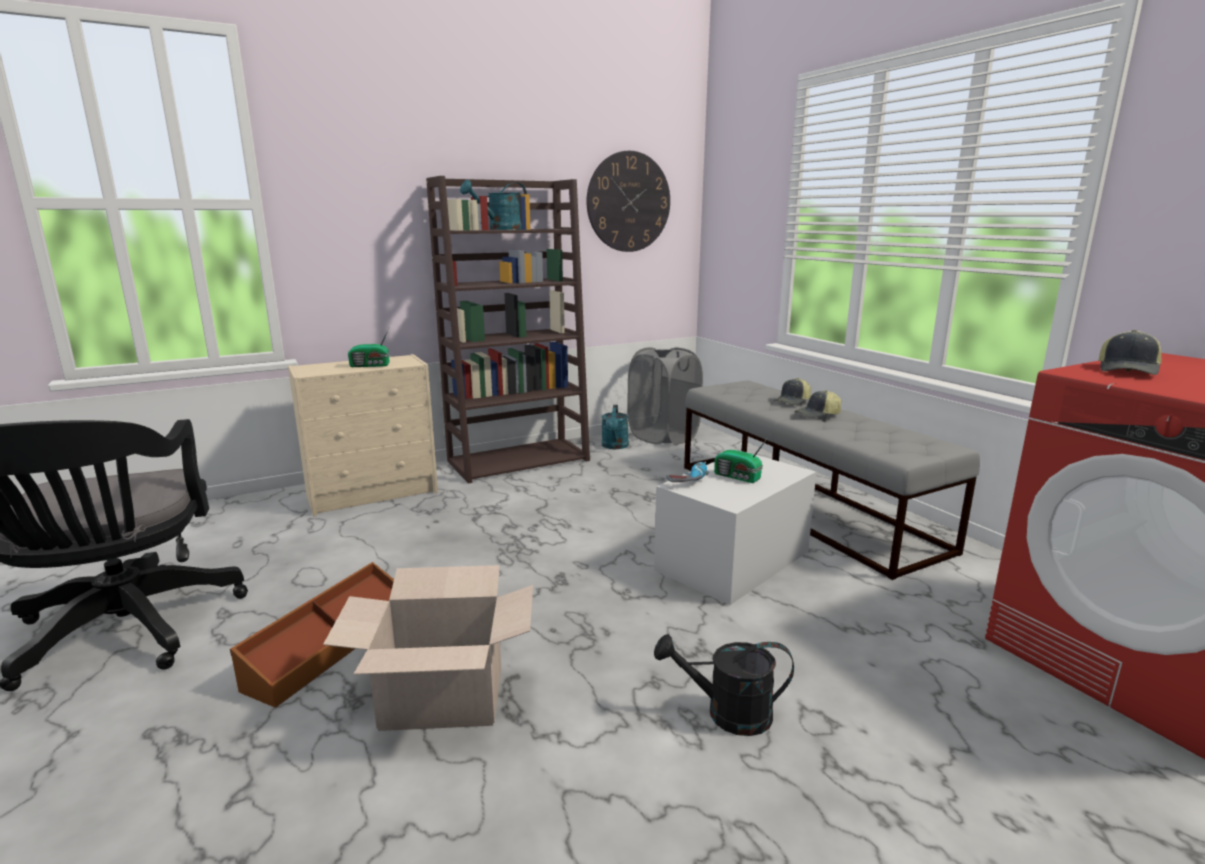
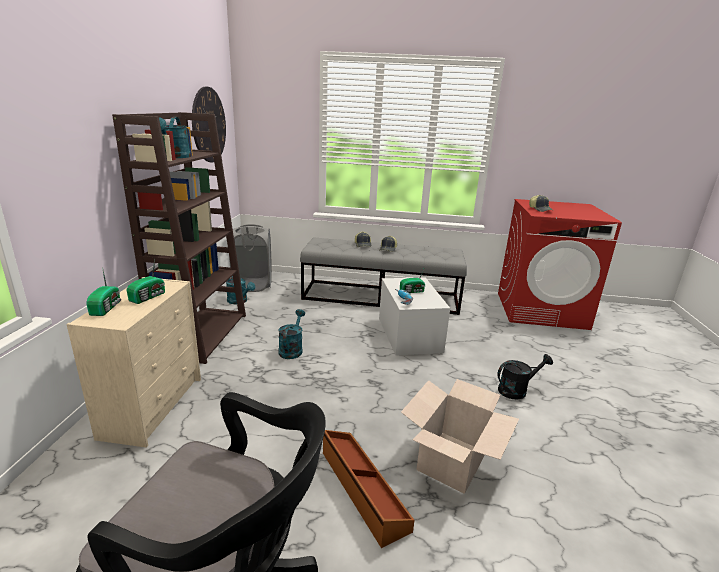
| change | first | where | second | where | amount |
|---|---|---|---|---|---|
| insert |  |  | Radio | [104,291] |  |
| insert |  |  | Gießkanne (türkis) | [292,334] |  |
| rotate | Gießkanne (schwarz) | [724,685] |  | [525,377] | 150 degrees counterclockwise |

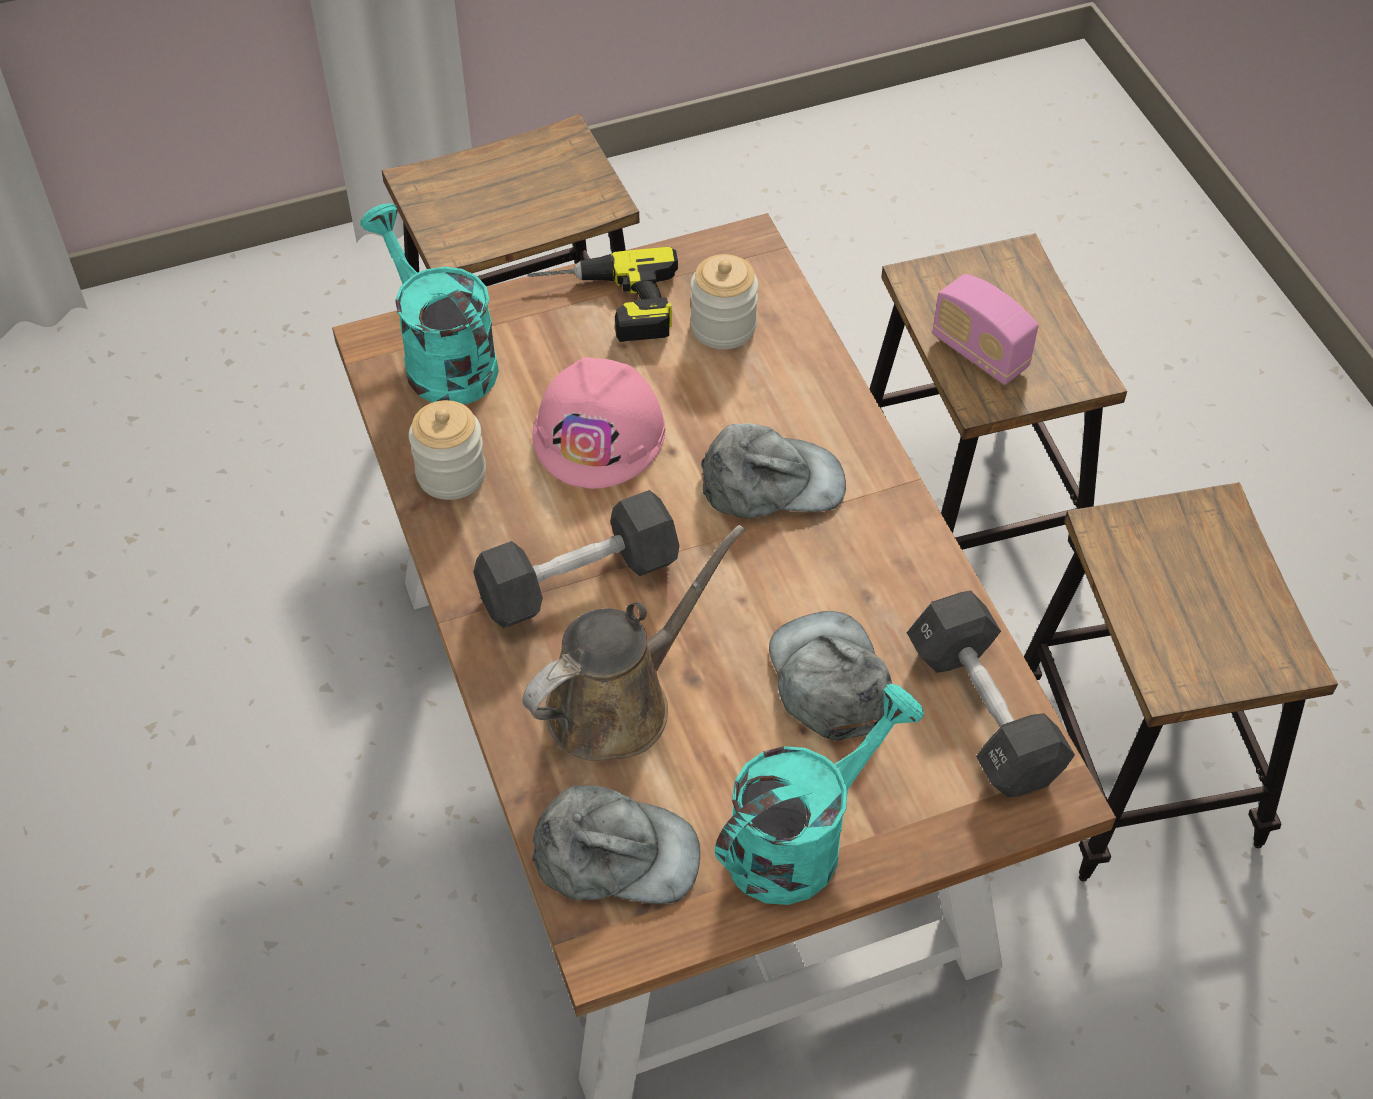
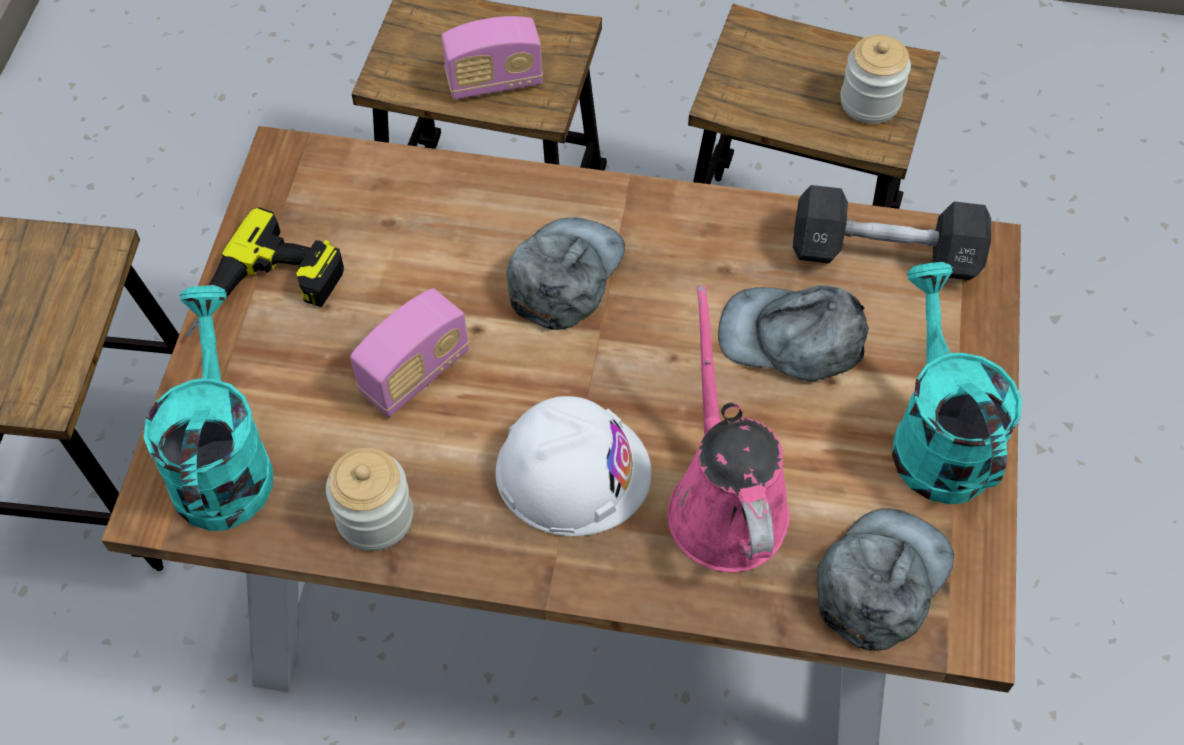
| change | first | where | second | where | amount |
|---|---|---|---|---|---|
| move | Vorratsglas | [724,301] |  | [875,79] |  |
| replace | Hantel (schwarz) | [576,559] | Schutzhelm (weiß) | [573,466] |  |
| replace | Schutzhelm (rosa) | [598,423] | Radio | [409,352] |  |
| recolor | Gießkanne (braun) | [633,643] | Gießkanne (rosa) | [729,429] |  |
| rotate | Gießkanne (türkis) | [429,304] |  | [208,408] | 90 degrees clockwise |

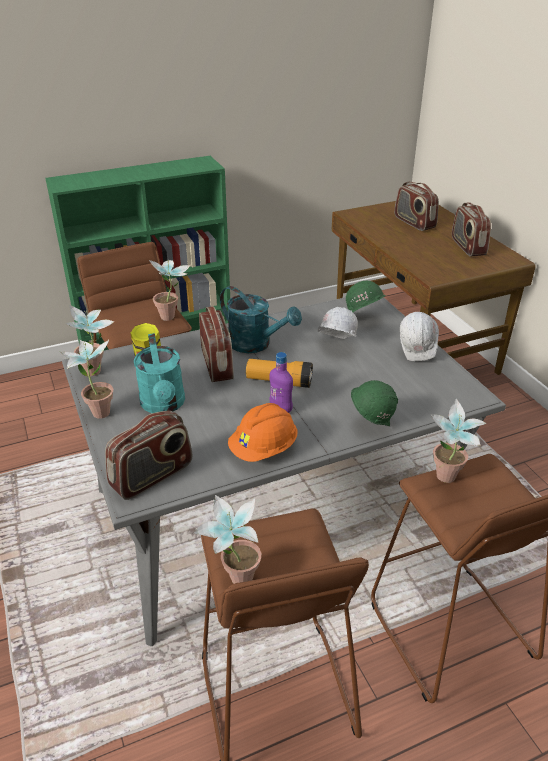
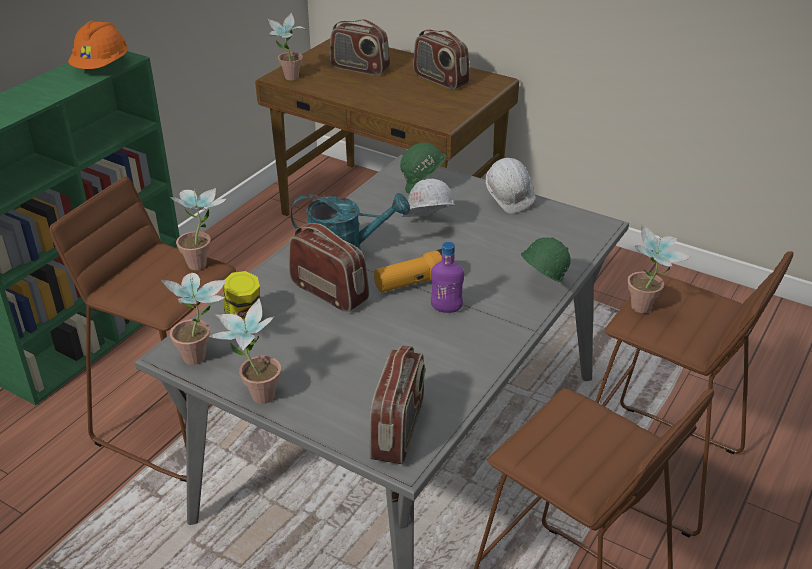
| change | first | where | second | where | amount |
|---|---|---|---|---|---|
| delete | Gießkanne (türkis) | [159,373] |  |  |  |
| move | Topfpflanze | [227,539] |  | [287,46] |  |
| move | Schutzhelm (orange) | [263,432] |  | [98,45] |  |

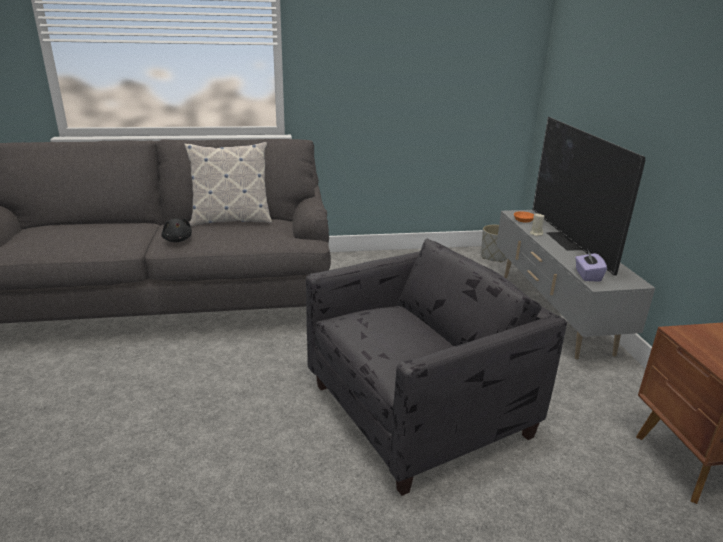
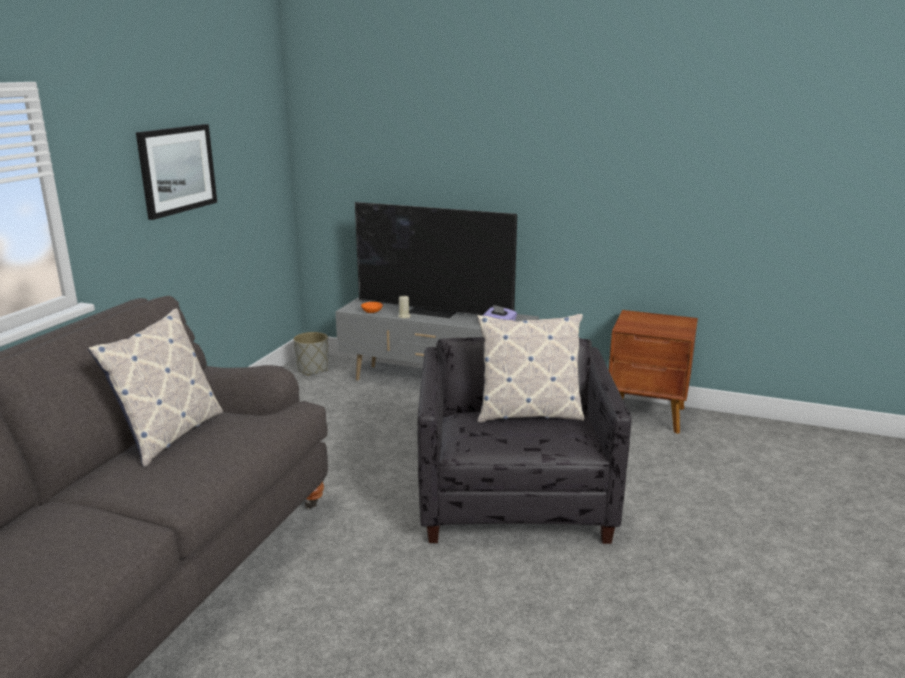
| change | first | where | second | where | amount |
|---|---|---|---|---|---|
| delete | Plüschtier (schwarz) | [176,230] |  |  |  |
| insert |  |  | Bild | [176,172] |  |
| insert |  |  | Kissen | [530,368] |  |

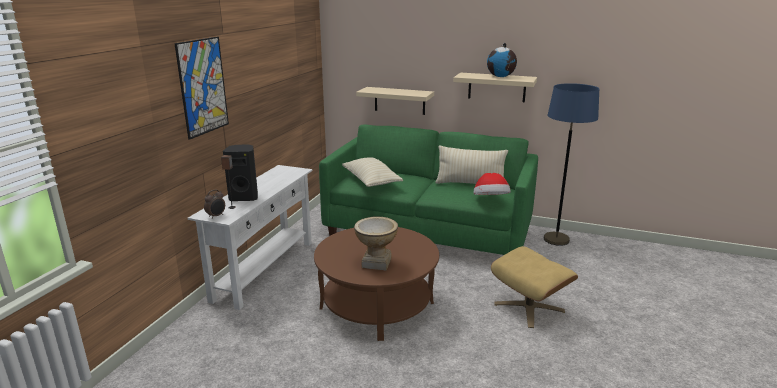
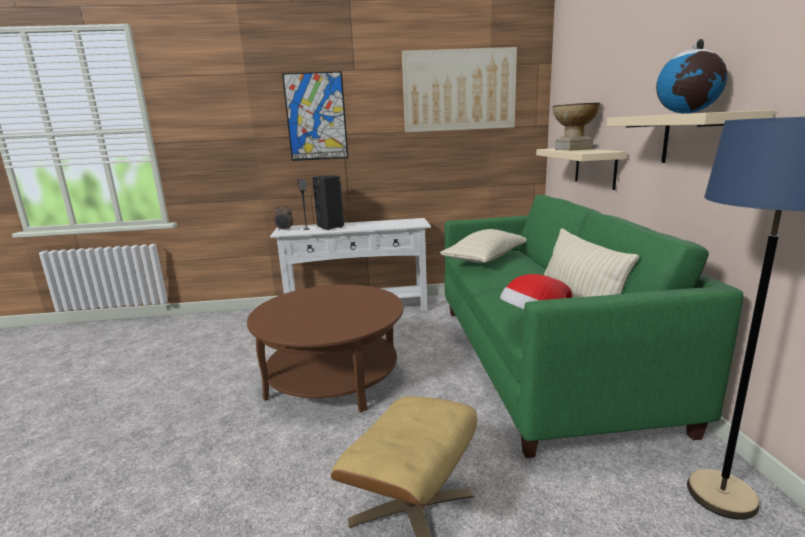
| change | first | where | second | where | amount |
|---|---|---|---|---|---|
| insert |  |  | Bild | [459,90] |  |
| move | Vase | [376,244] |  | [576,127] |  |

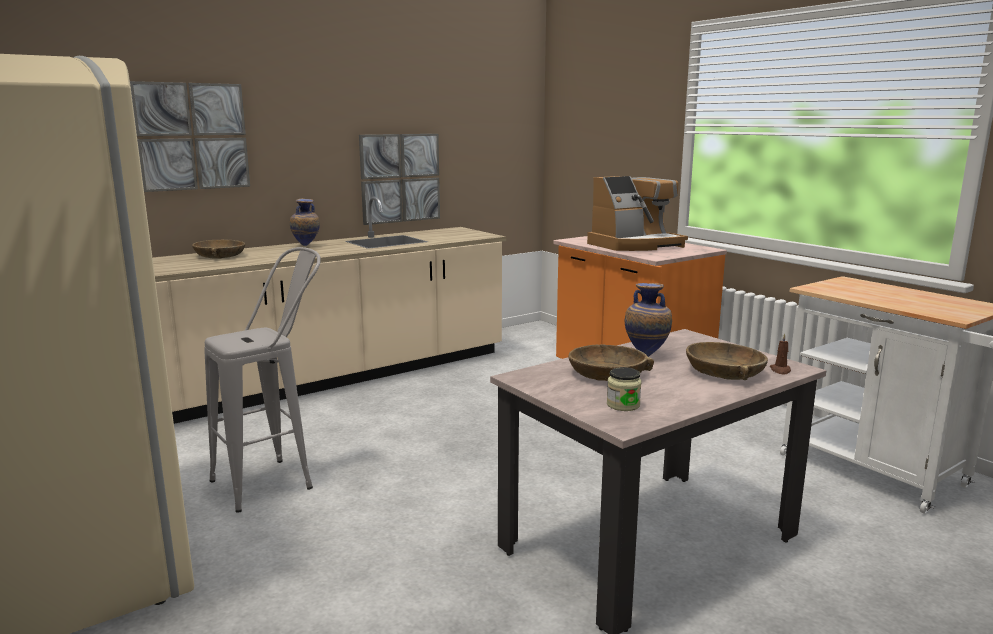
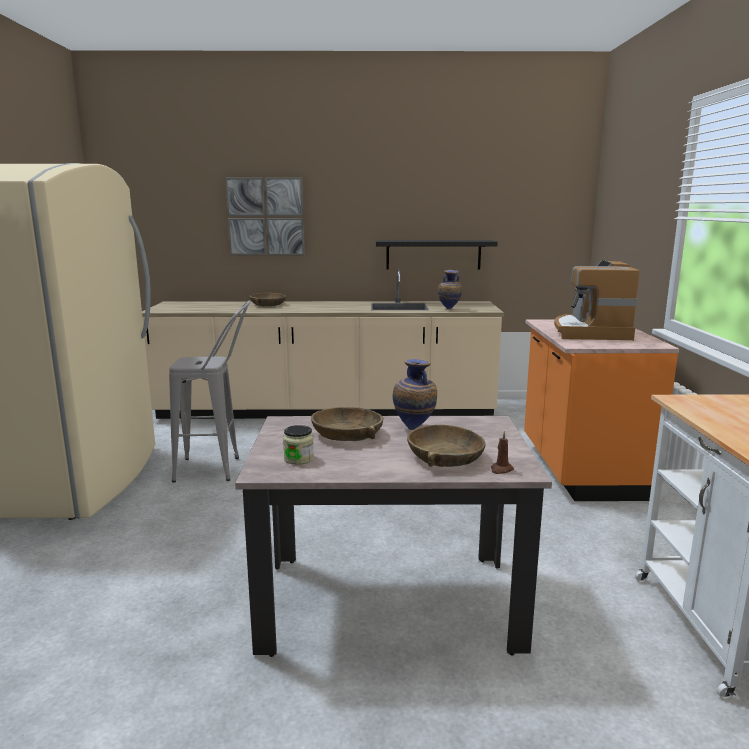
| change | first | where | second | where | amount |
|---|---|---|---|---|---|
| move | Vase | [305,222] |  | [450,289] |  |
| replace | Bild | [399,179] | Wandregal (schwarz) | [437,255] |  |
| rotate | Kaffeemaschine | [637,213] |  | [597,300] | 90 degrees clockwise |

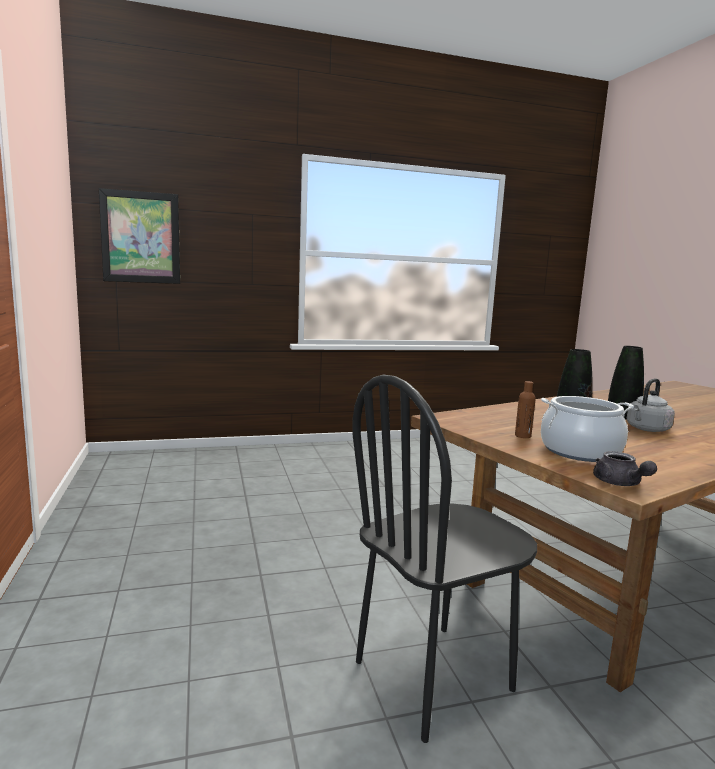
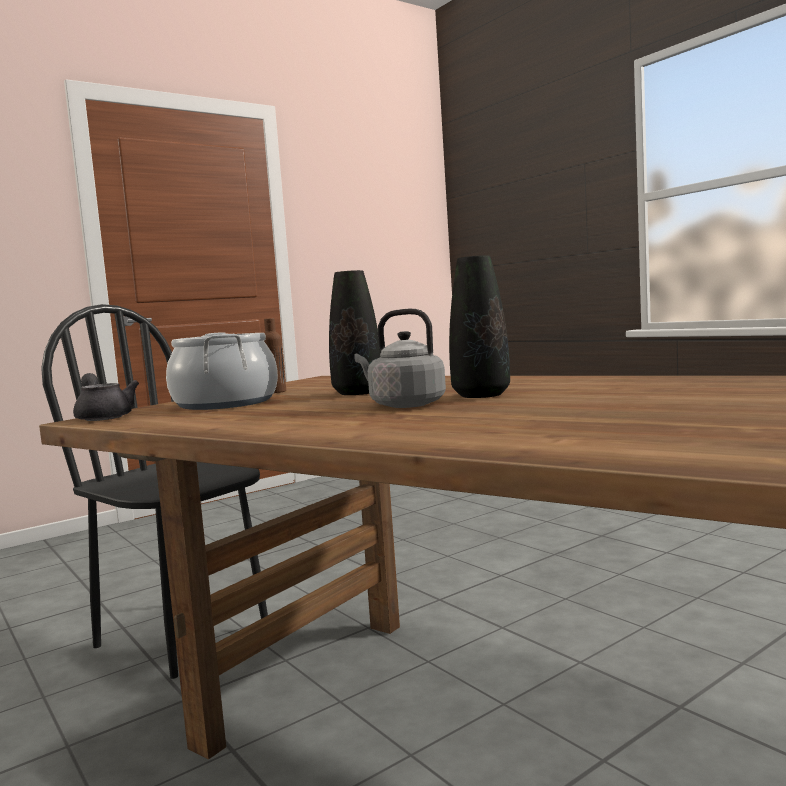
| change | first | where | second | where | amount |
|---|---|---|---|---|---|
| delete | Bild | [139,236] |  |  |  |
| rotate | Teekanne (grau) | [625,468] |  | [106,397] | 90 degrees clockwise |

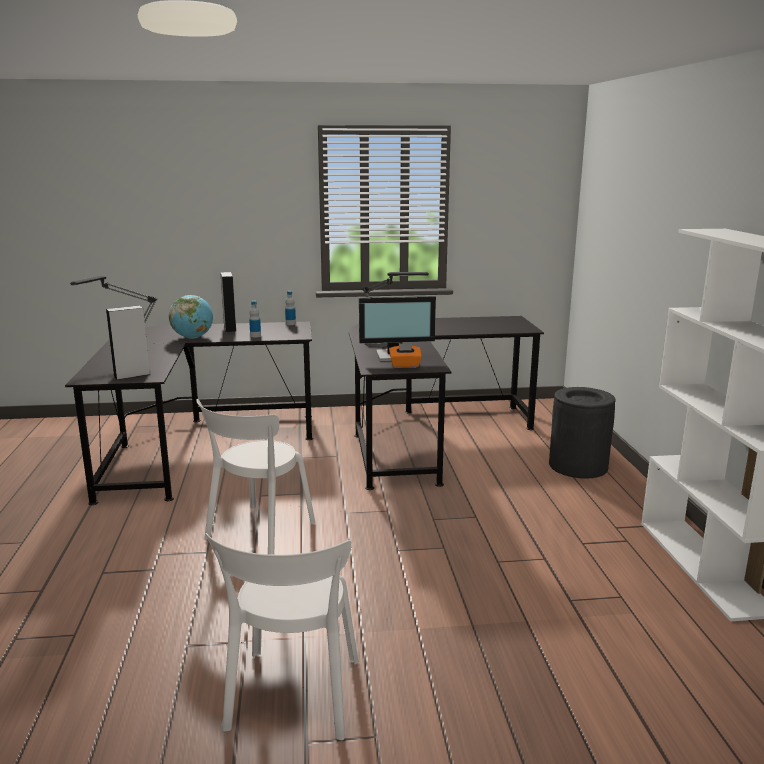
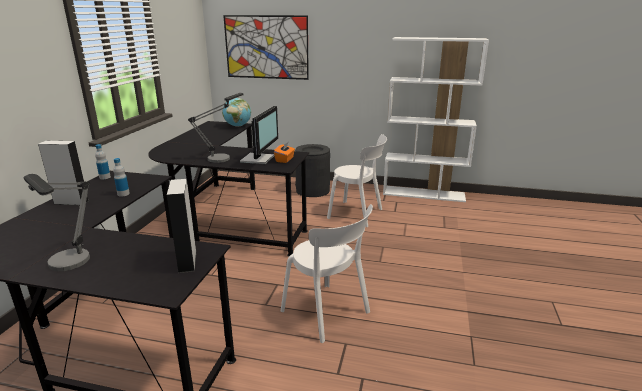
| change | first | where | second | where | amount |
|---|---|---|---|---|---|
| insert |  |  | Bild | [266,47] |  |
| move | Globus | [191,316] |  | [236,112] |  |
| move | Stuhl (weiß) | [281,636] |  | [357,180] |  |

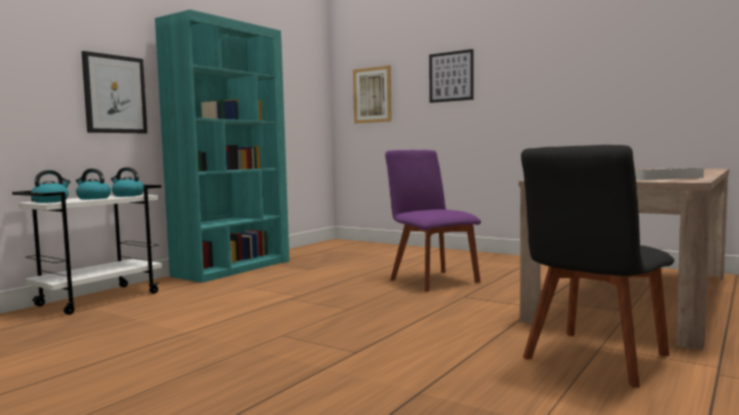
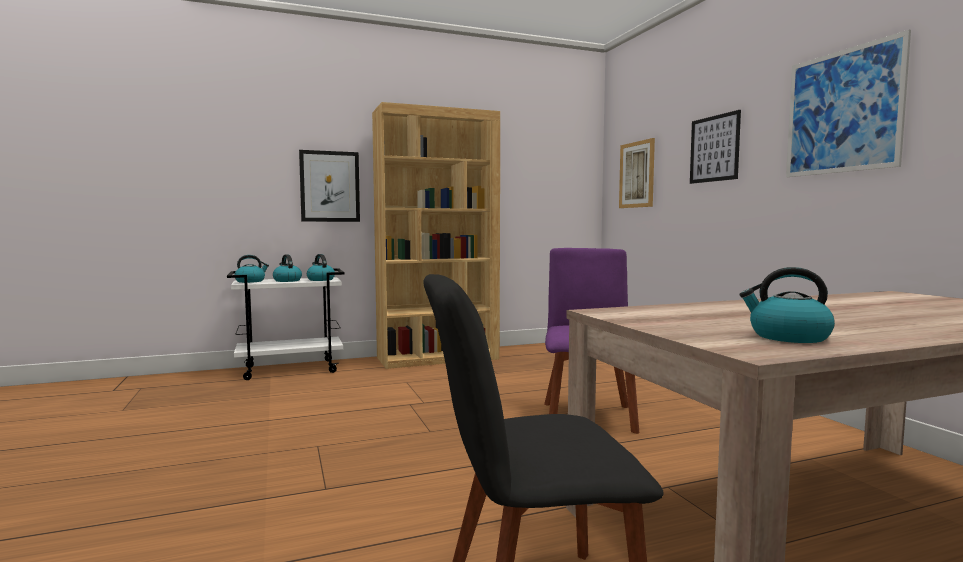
| change | first | where | second | where | amount |
|---|---|---|---|---|---|
| insert |  |  | Bild | [848,103] |  |
| replace | Tablett (grau) | [669,174] | Wasserkessel | [787,305] |  |
| recolor | Bücherregal (türkis) | [222,146] | Bücherregal (braun) | [436,235] |  |

